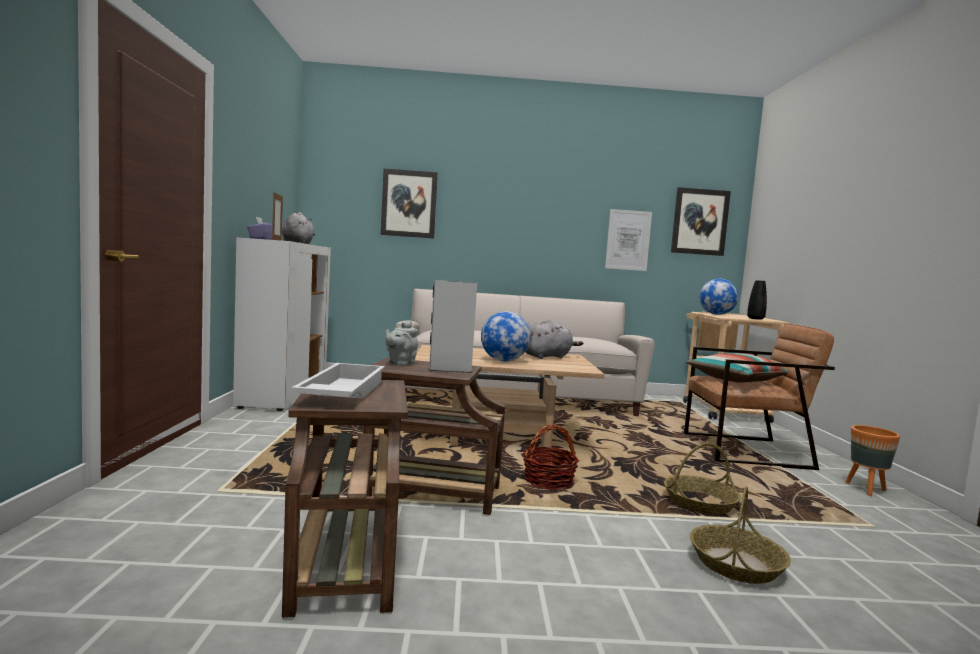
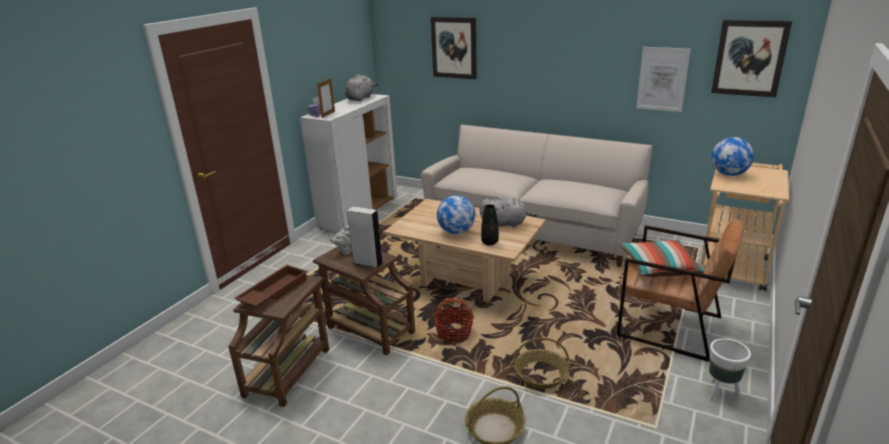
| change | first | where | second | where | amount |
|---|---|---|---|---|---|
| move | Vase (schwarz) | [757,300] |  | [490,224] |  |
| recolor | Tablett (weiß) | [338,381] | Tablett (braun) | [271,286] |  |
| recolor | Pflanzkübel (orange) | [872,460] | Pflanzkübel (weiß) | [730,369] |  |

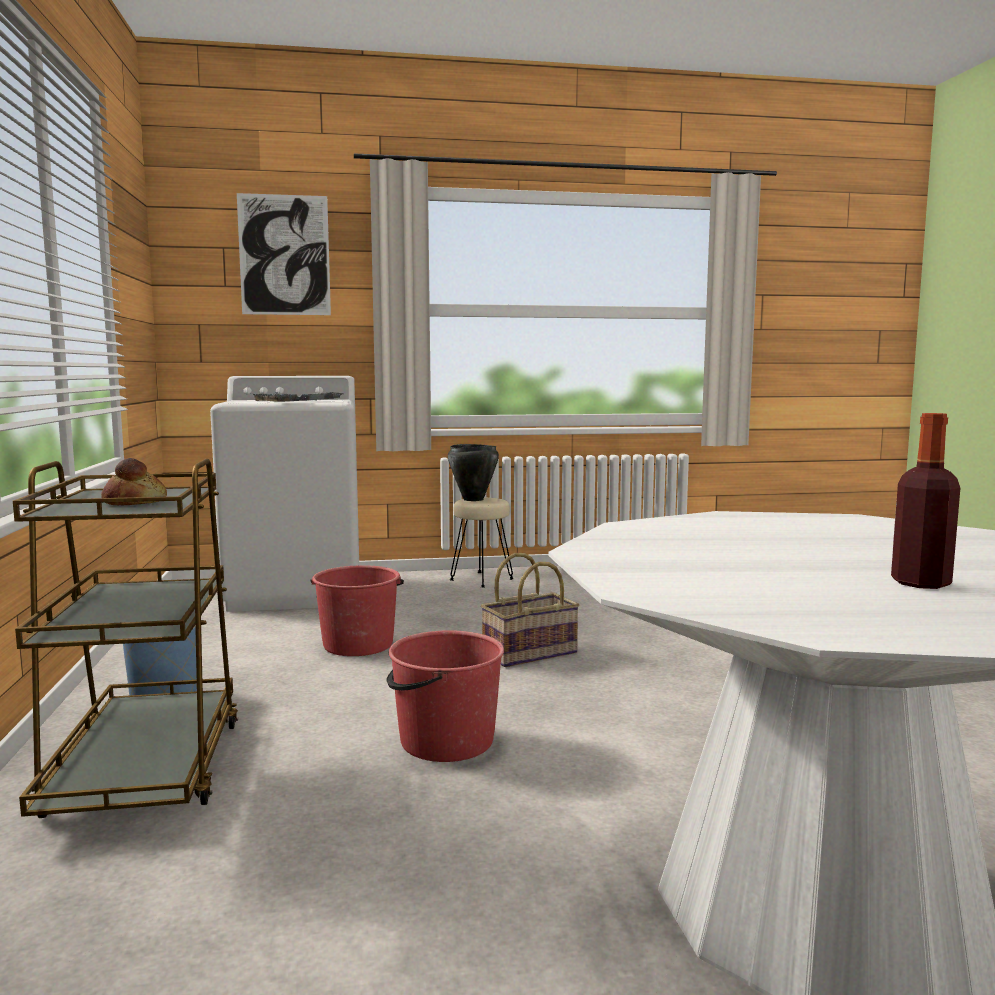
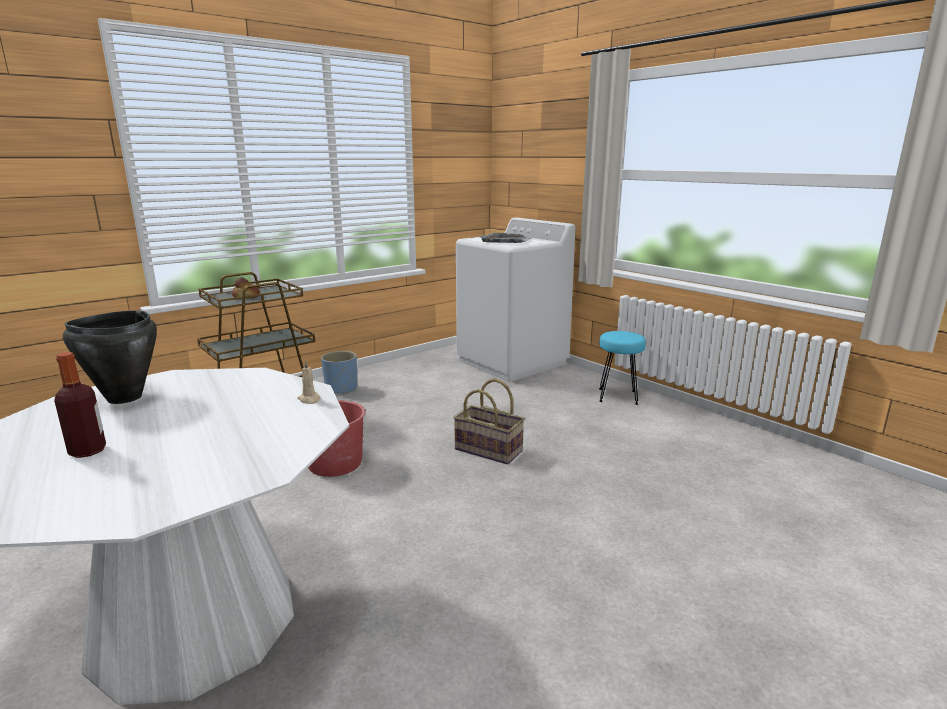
| change | first | where | second | where | amount |
|---|---|---|---|---|---|
| delete | Bild | [284,254] |  |  |  |
| delete | Eimer (rot) | [357,610] |  |  |  |
| insert |  |  | Kerze (beige) | [308,382] |  |
| move | Kochtopf (schwarz) | [473,472] |  | [110,357] |  |
| recolor | Hocker (beige) | [482,543] | Hocker (türkis) | [622,368] |  |

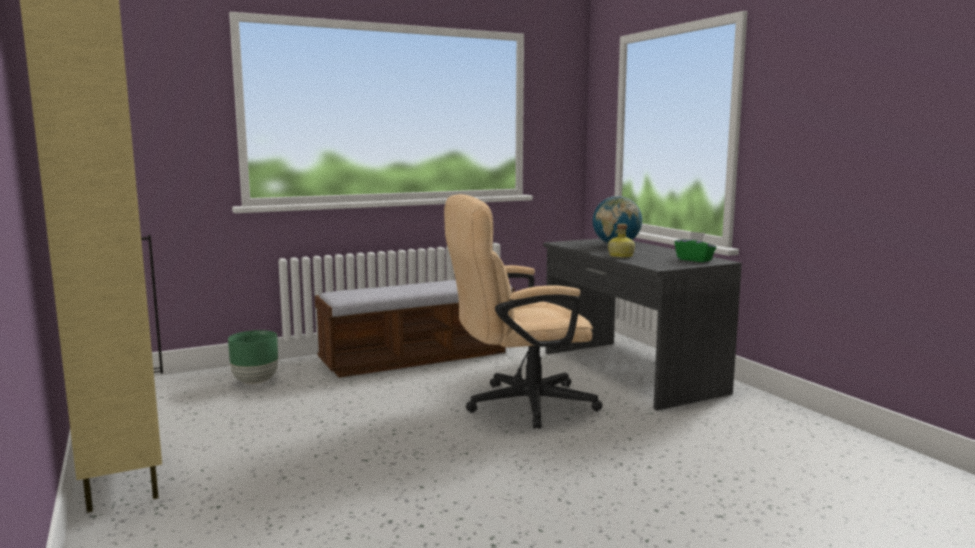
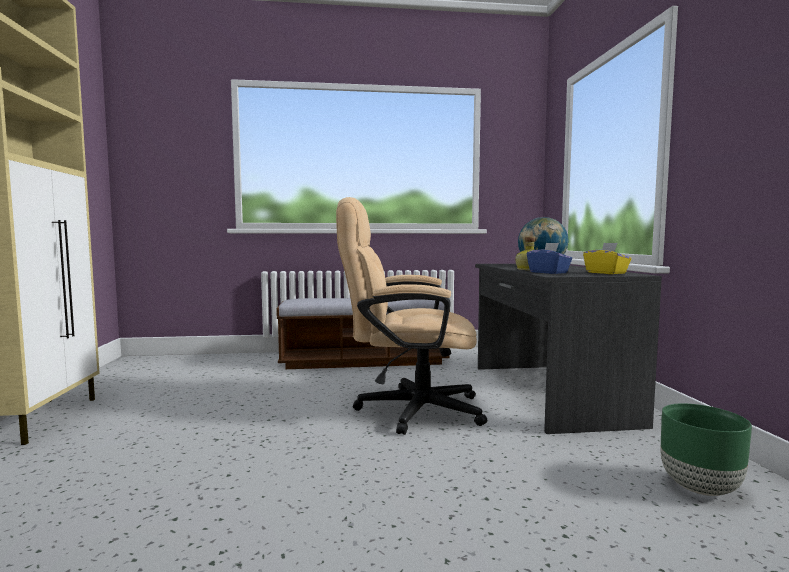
| change | first | where | second | where | amount |
|---|---|---|---|---|---|
| insert |  |  | Taschentuchbox (blau) | [549,258] |  |
| move | Pflanzkübel (grün) | [253,357] |  | [706,449] |  |
| recolor | Taschentuchbox (grün) | [695,246] | Taschentuchbox (gelb) | [607,258] |  |

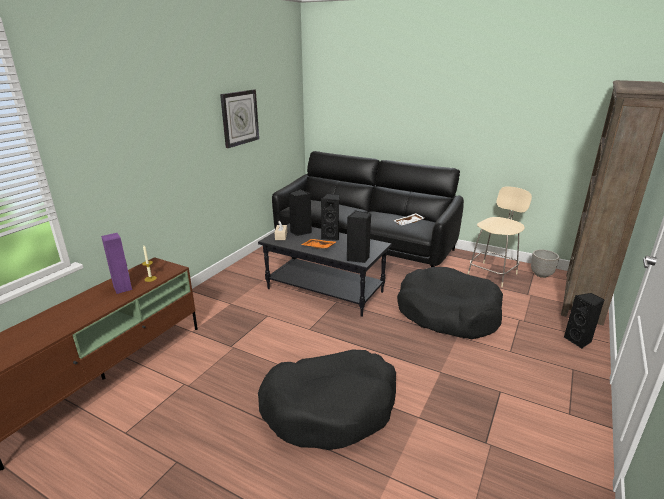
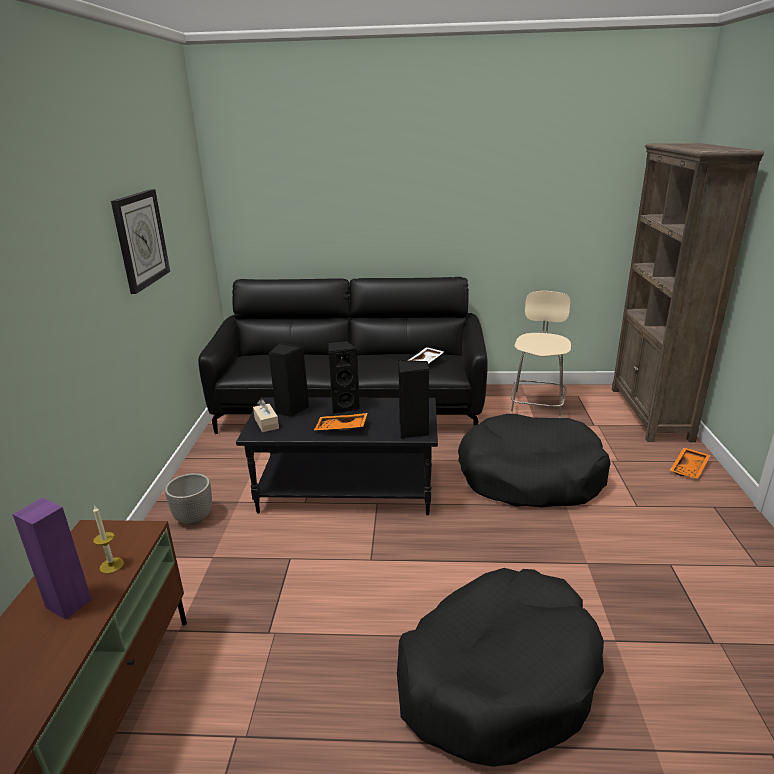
| change | first | where | second | where | amount |
|---|---|---|---|---|---|
| move | Pflanzkübel | [545,264] |  | [188,499] |  |
| replace | Lautsprecher (schwarz) | [584,321] | Tablett (orange) | [690,463] |  |

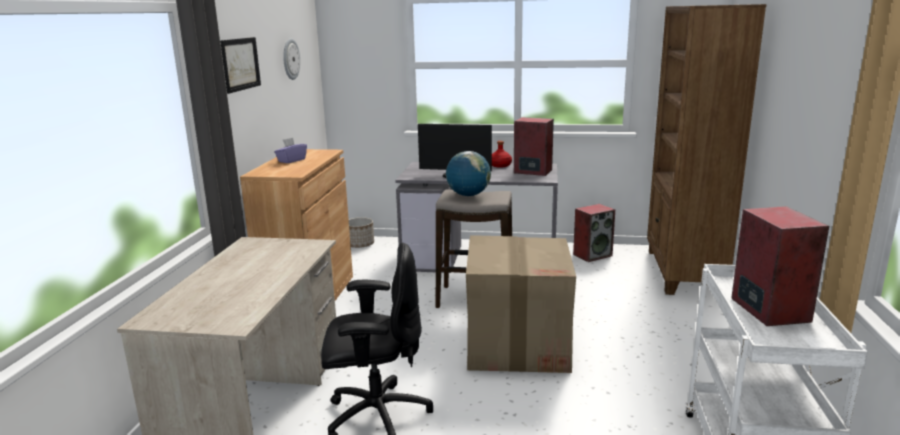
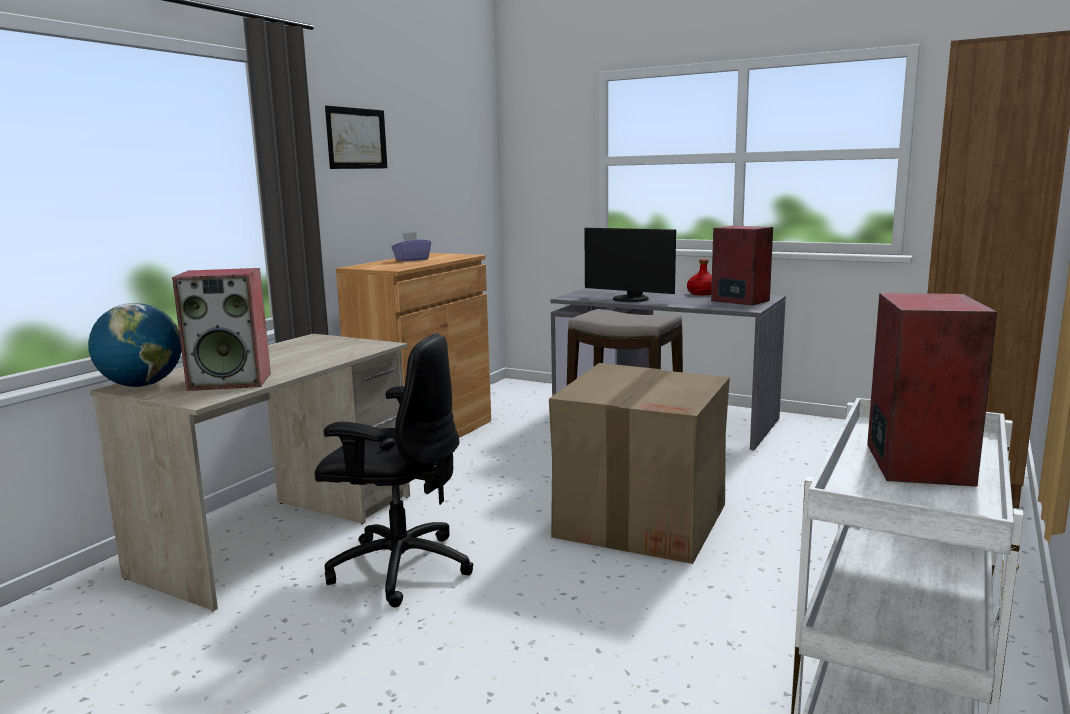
| change | first | where | second | where | amount |
|---|---|---|---|---|---|
| delete | Wanduhr | [291,59] |  |  |  |
| delete | Pflanzkübel | [361,232] |  |  |  |
| move | Globus | [468,173] |  | [134,345] |  |
| move | Lautsprecher | [594,233] |  | [221,329] |  |

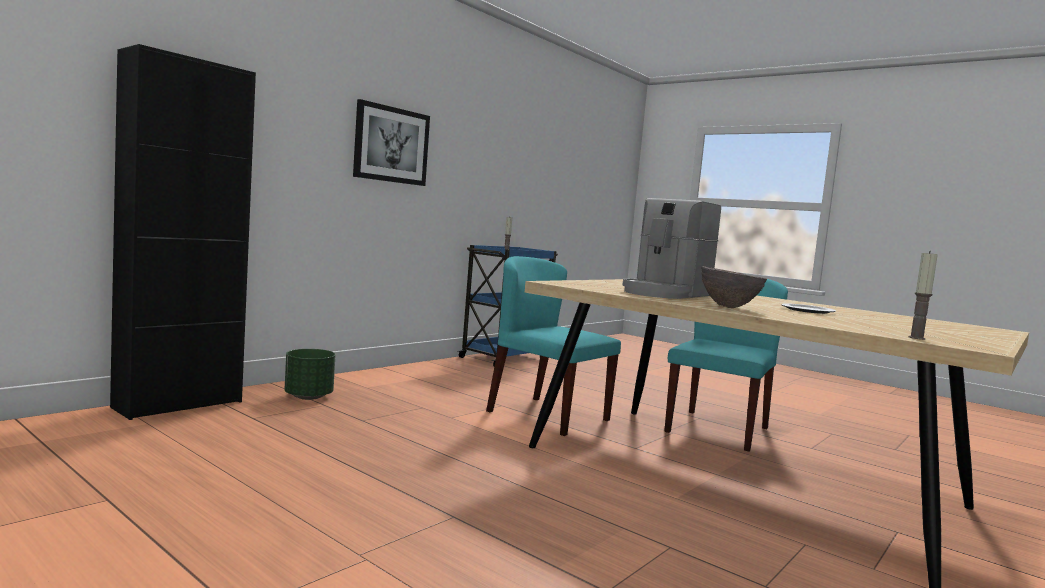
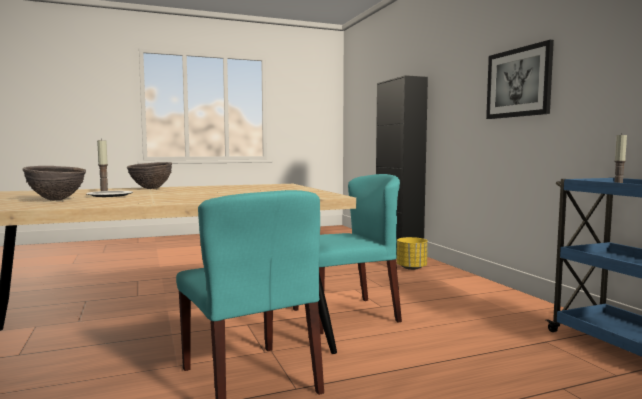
| change | first | where | second | where | amount |
|---|---|---|---|---|---|
| delete | Kaffeemaschine | [671,248] |  |  |  |
| insert |  |  | Schüssel (braun) | [54,183] |  |
| move | Kerze | [923,296] |  | [102,165] |  |
| recolor | Pflanzkübel (grün) | [310,374] | Pflanzkübel (gelb) | [412,253] |  |

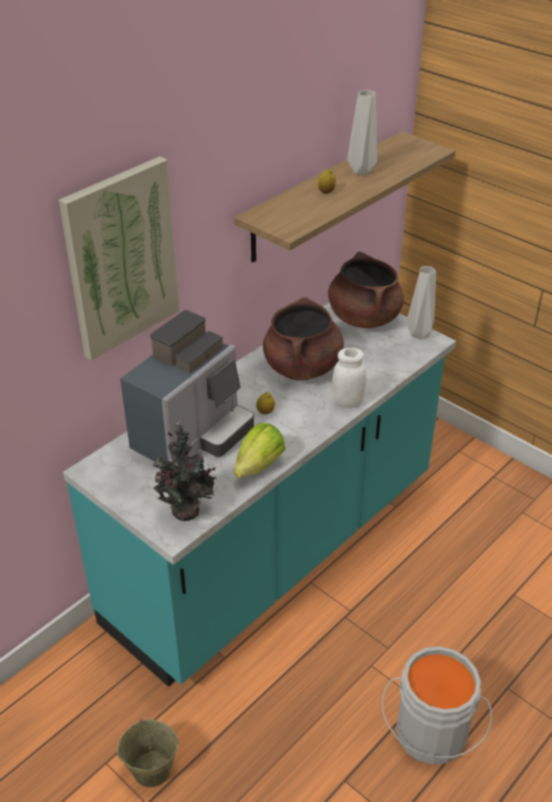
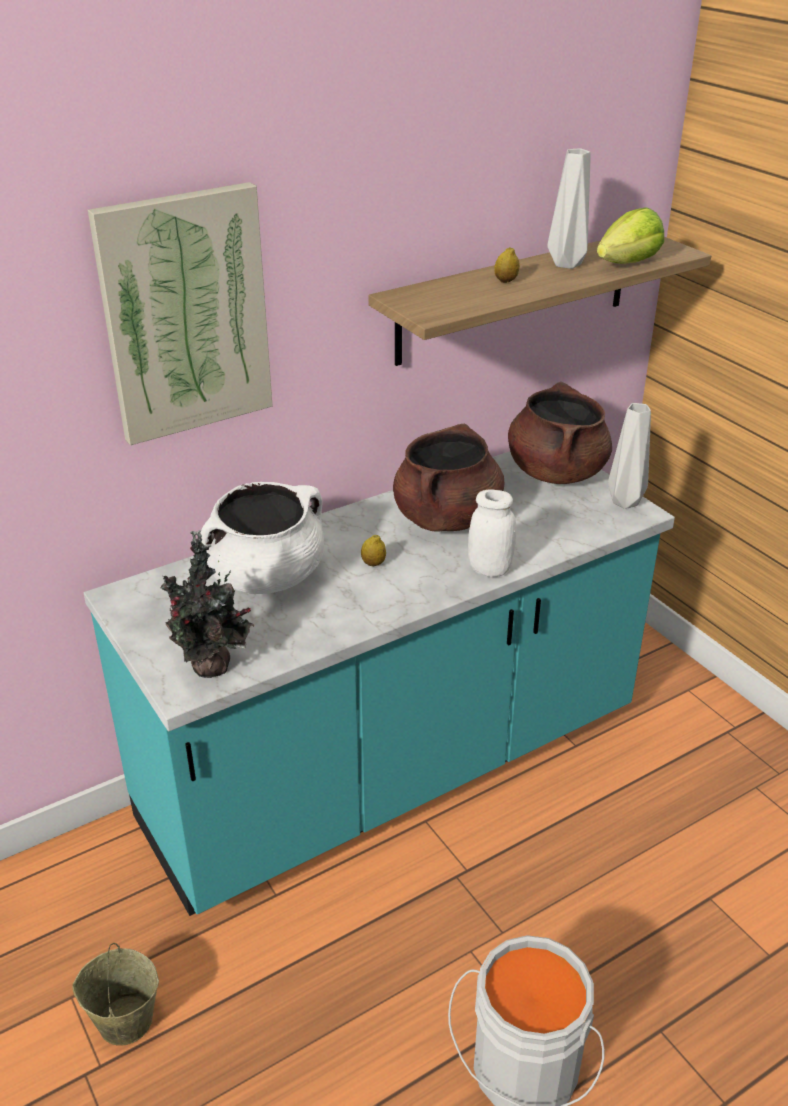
| change | first | where | second | where | amount |
|---|---|---|---|---|---|
| move | Salatkopf | [259,450] |  | [630,235] |  |
| replace | Kaffeemaschine | [187,386] | Kochtopf (weiß) | [262,538] |  |

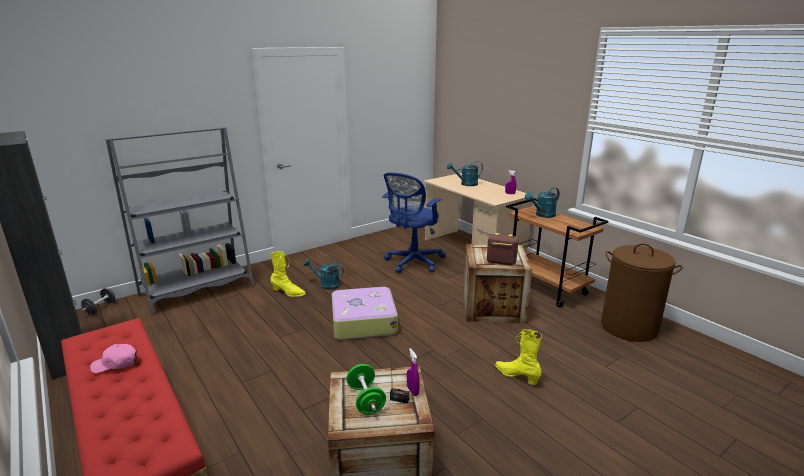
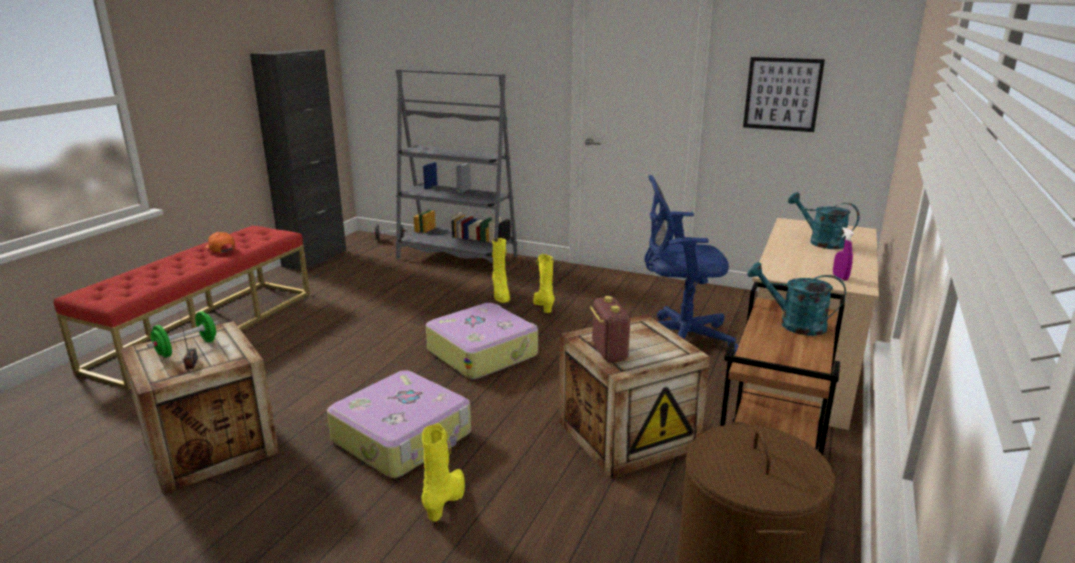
| change | first | where | second | where | amount |
|---|---|---|---|---|---|
| delete | Sprühflasche (lila) | [413,372] |  |  |  |
| insert |  |  | Koffer | [399,424] |  |
| insert |  |  | Bild | [784,94] |  |
| replace | Gießkanne (türkis) | [324,274] | Stiefel (gelb) | [544,283] |  |
| recolor | Kappe (rosa) | [113,358] | Kappe (orange) | [220,242] |  |

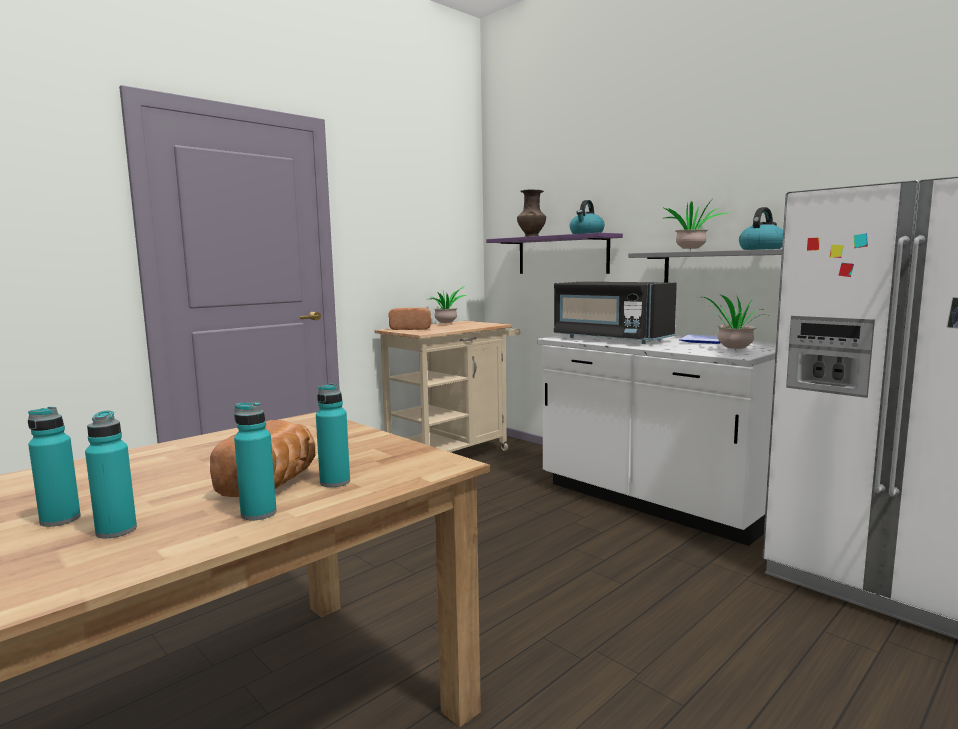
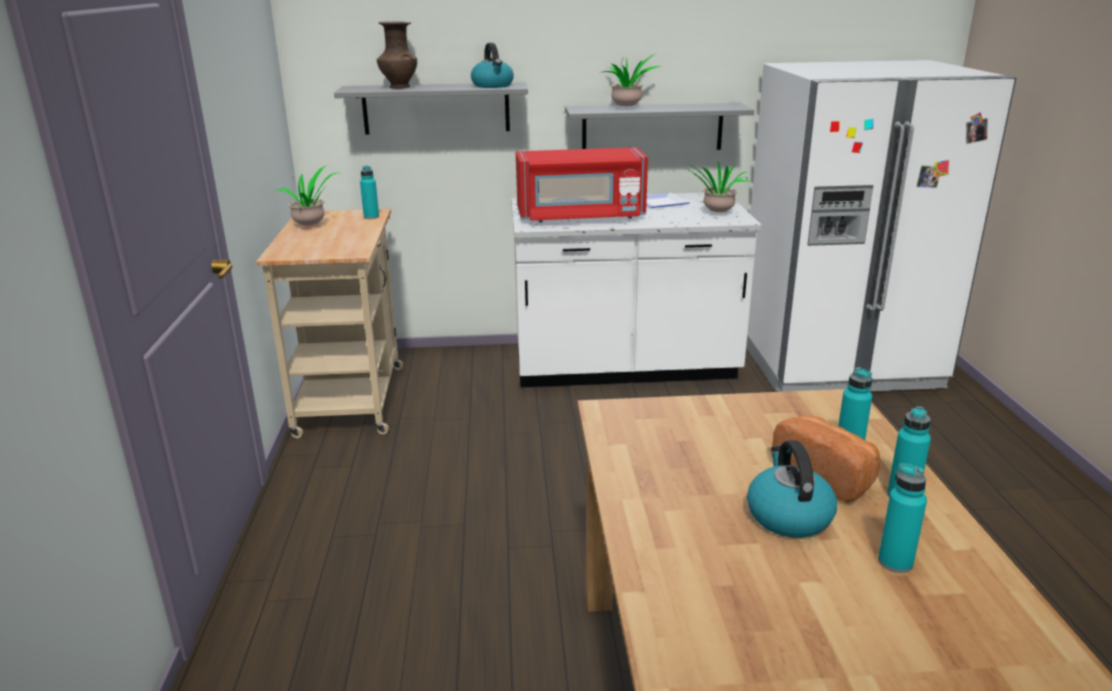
| change | first | where | second | where | amount |
|---|---|---|---|---|---|
| delete | Brot | [410,319] |  |  |  |
| move | Flasche (türkis) | [54,467] |  | [369,192] |  |
| move | Wasserkessel | [761,228] |  | [792,489] |  |
| recolor | Wandregal (lila) | [554,253] | Wandregal (grau) | [431,109] |  |
| recolor | Mikrowelle (schwarz) | [615,313] | Mikrowelle (rot) | [582,185] |  |

